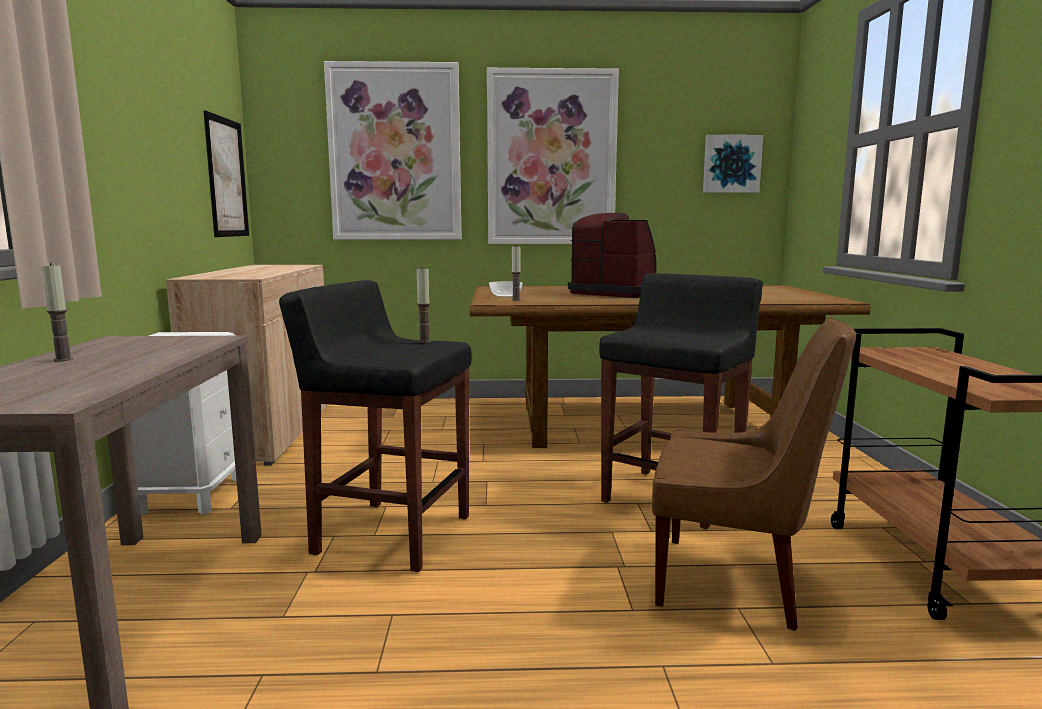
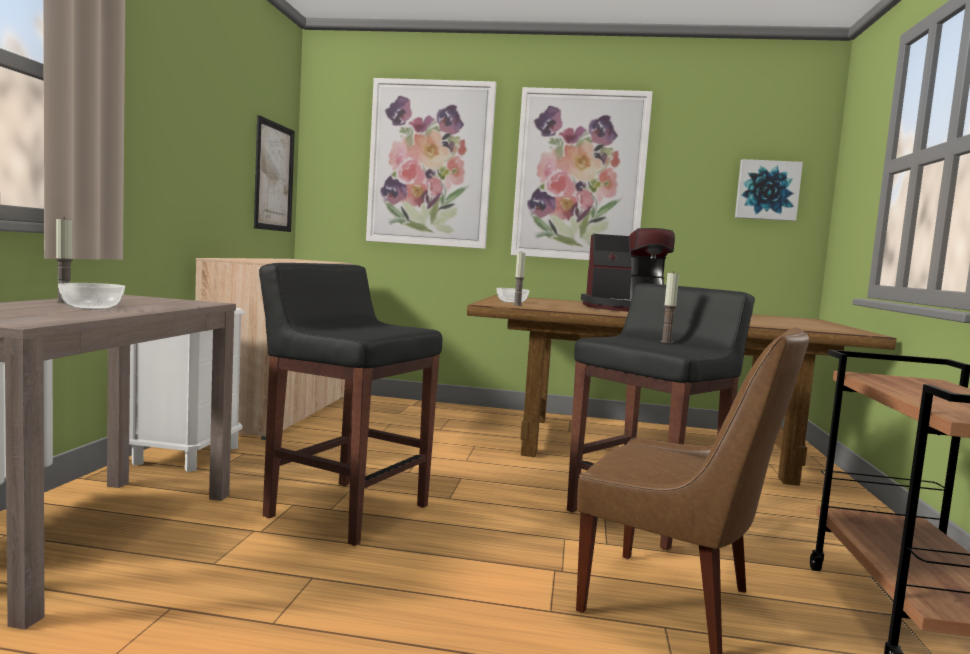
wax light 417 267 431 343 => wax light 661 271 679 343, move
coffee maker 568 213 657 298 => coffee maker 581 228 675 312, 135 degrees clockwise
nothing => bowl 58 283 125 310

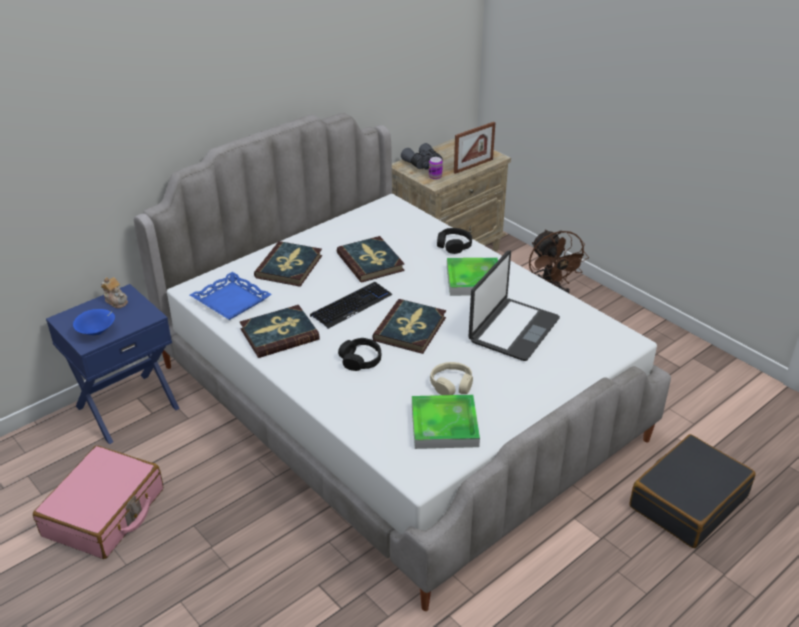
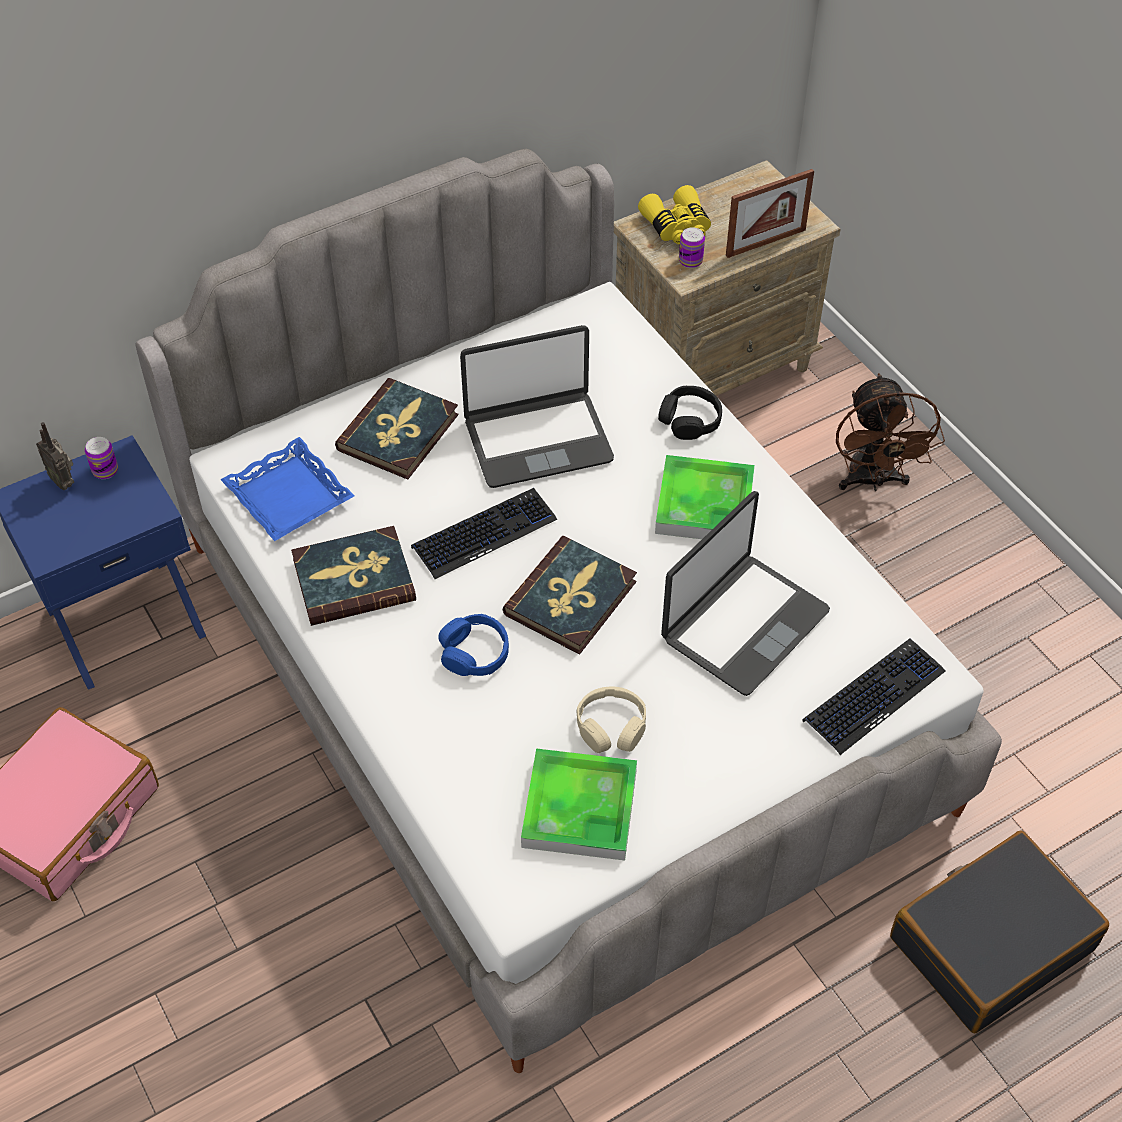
bowl (bluish) 73 309 115 336 => nothing
tea pot 101 277 128 308 => sealed can 85 437 118 479
bound book 337 236 405 282 => laptop 460 325 614 488
headset (blackish) 338 338 381 371 => headset (bluish) 438 614 509 676
binoculars (grey) 401 143 443 170 => binoculars (yellow) 638 185 711 245
nothing => radio 36 422 74 490
nothing => PC keyboard 802 639 945 755

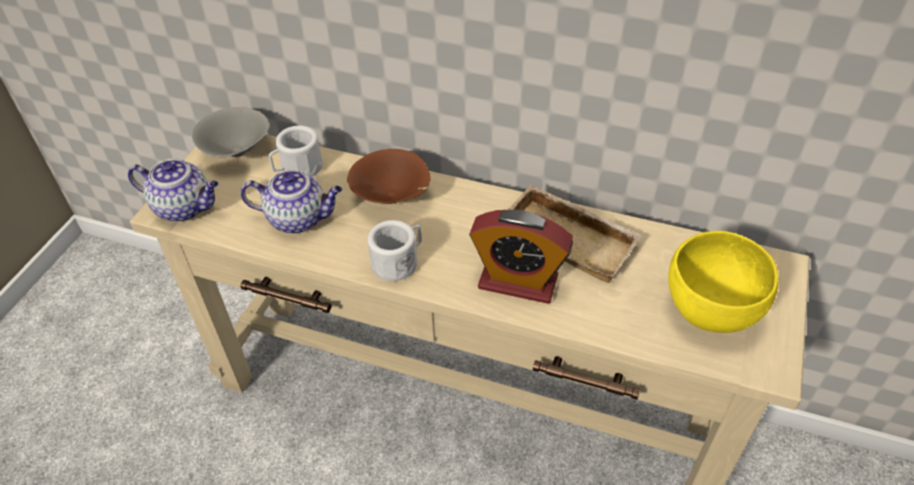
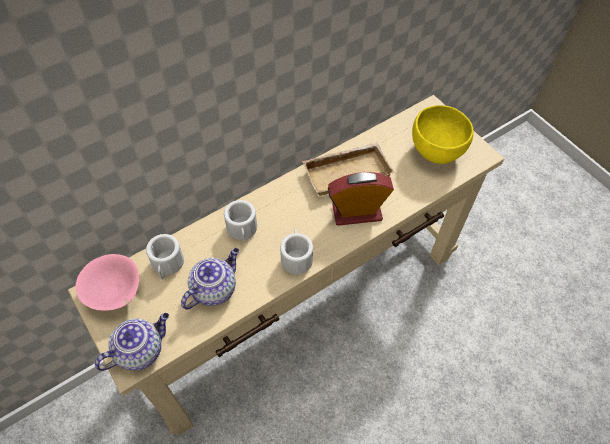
bowl (grey) 192 107 270 158 => bowl (pink-coloured) 75 254 139 311
bowl (brown) 347 149 431 204 => mug (white-coloured) 224 200 257 243
alarm clock 469 210 573 304 => alarm clock 328 172 394 226, 150 degrees counterclockwise

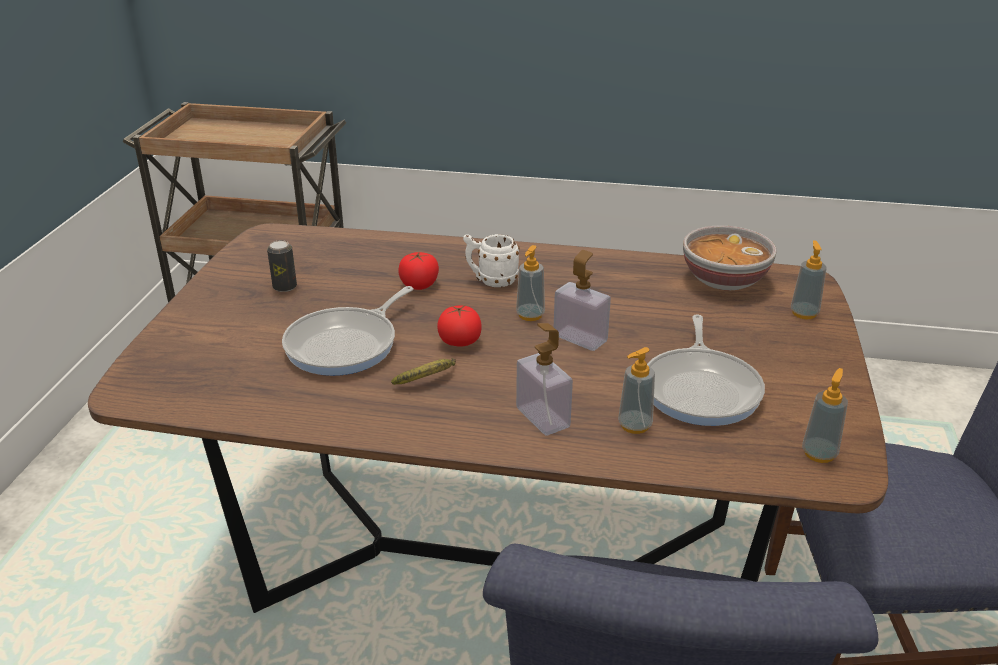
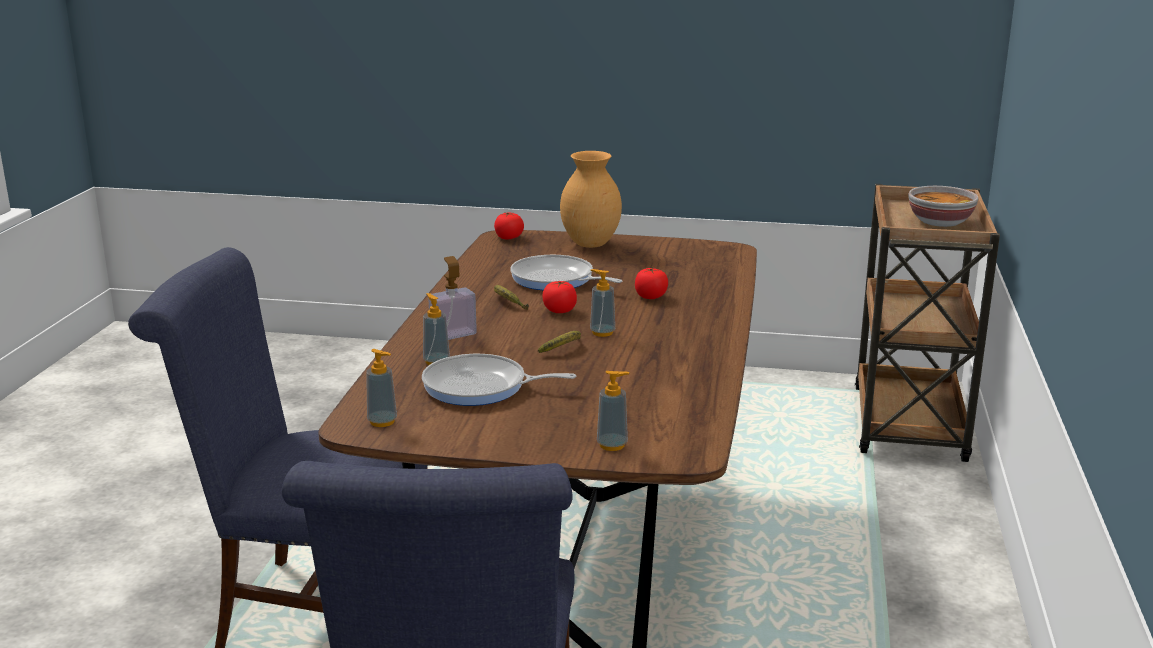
sealed can 267 240 297 292 => nothing
mug (white-coloured) 463 234 519 287 => nothing
soap dispenser 554 250 611 351 => banana fruit 538 331 581 353
bowl 683 225 777 290 => bowl 909 186 978 227, move
nothing => tomato 494 212 524 240
nothing => decorative vase (brown) 560 151 622 248

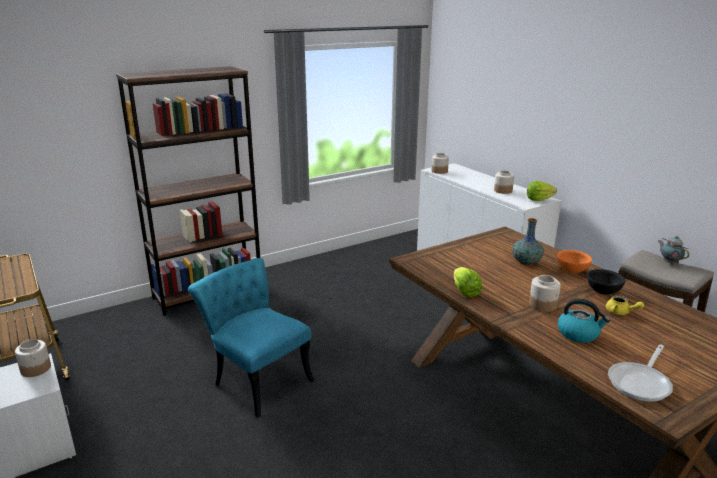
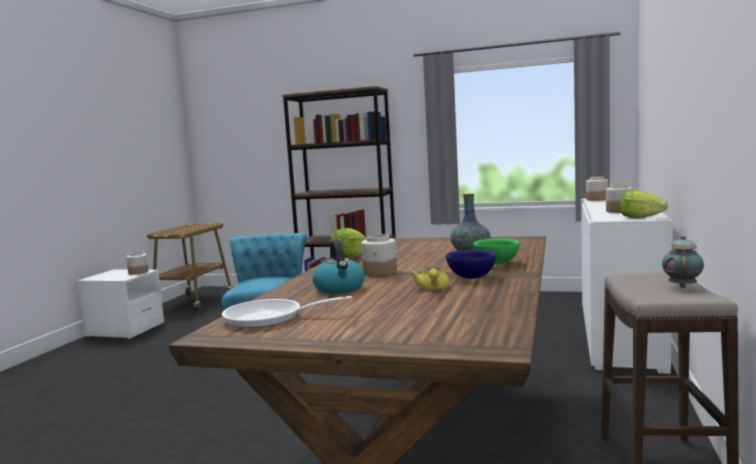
bowl (orange-coloured) 557 250 592 273 => bowl (green-coloured) 473 238 520 265
bowl (blackish) 587 269 625 295 => bowl (bluish) 446 250 497 279

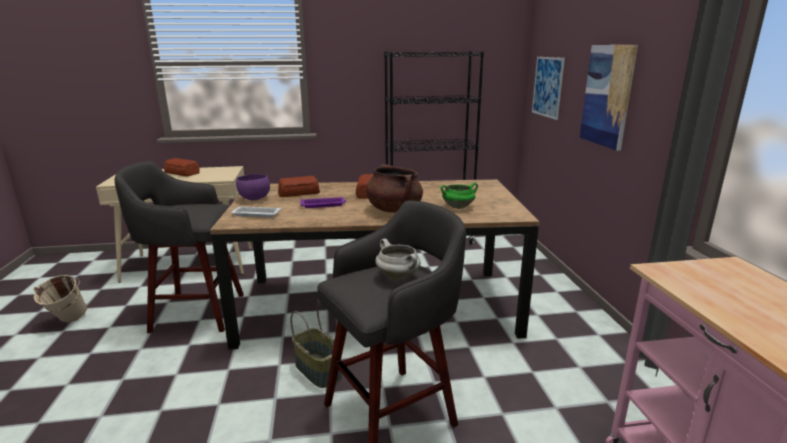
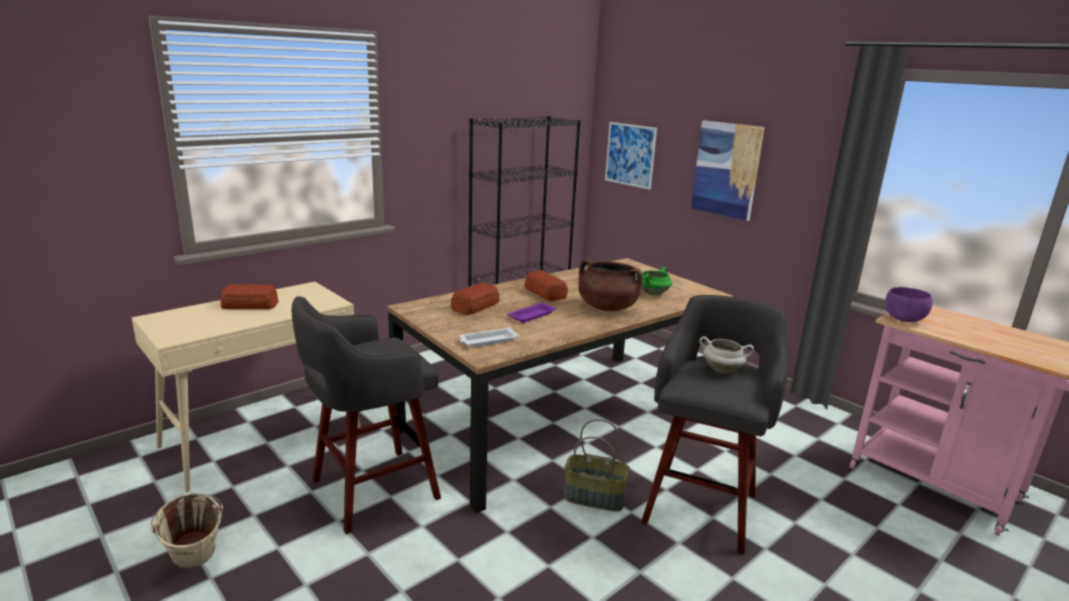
bowl (purple-coloured) 236 174 270 201 => bowl (purple-coloured) 885 287 932 322, move

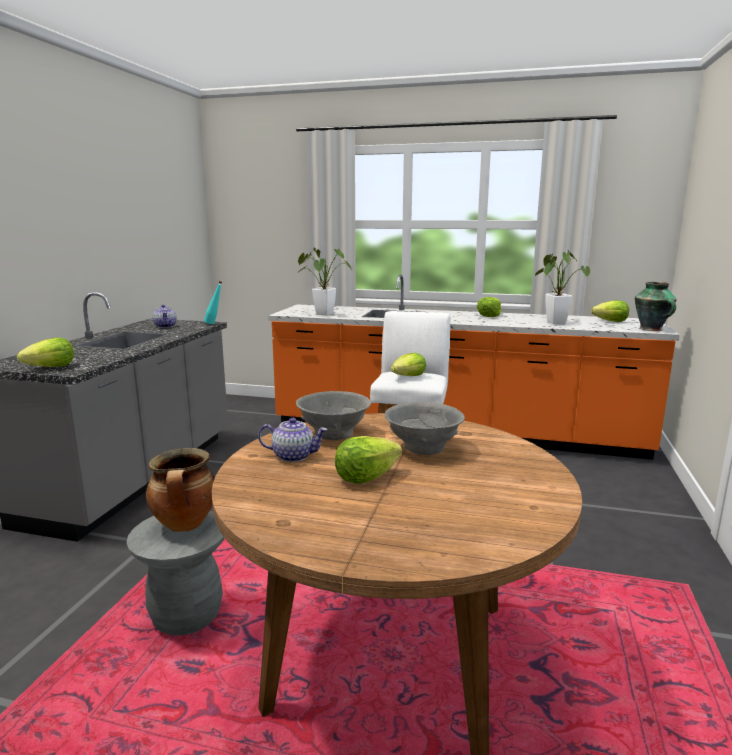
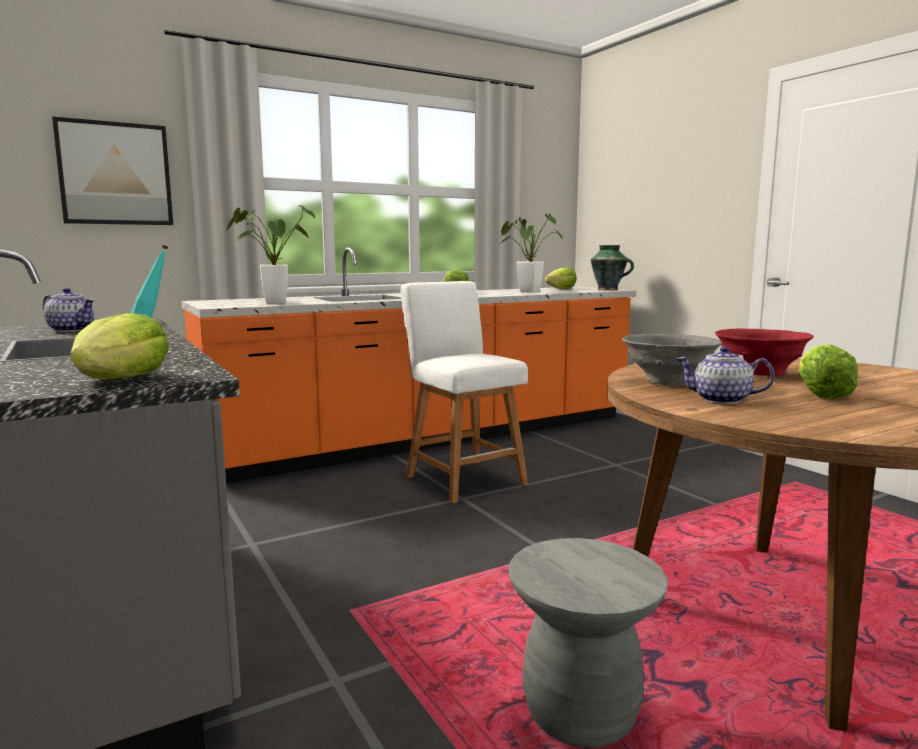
cooking pot 146 448 215 532 => nothing
tea pot 258 418 328 462 => tea pot 676 346 775 404, 120 degrees counterclockwise
bowl (grey) 385 402 465 455 => bowl (red) 715 329 814 376
head of lettuce 391 353 426 376 => nothing
nothing => picture 52 117 173 225

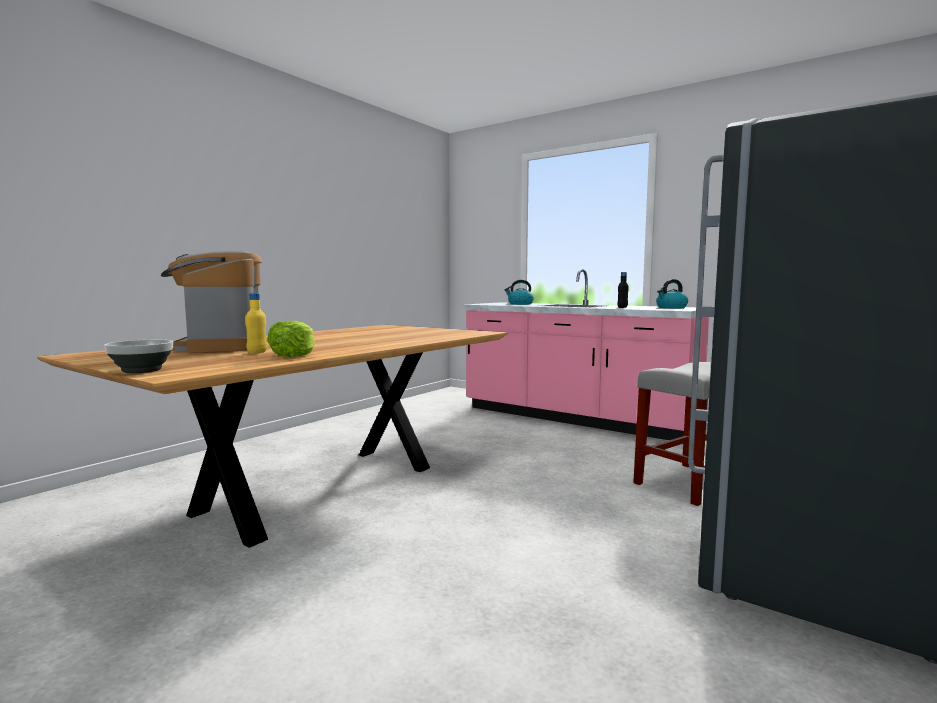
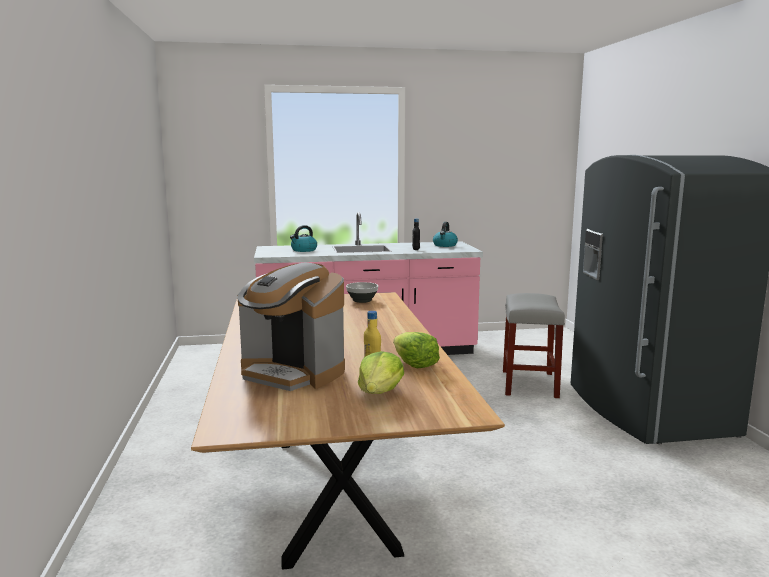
bowl 105 340 173 373 => bowl 346 282 378 303, move
nothing => head of lettuce 358 351 404 394

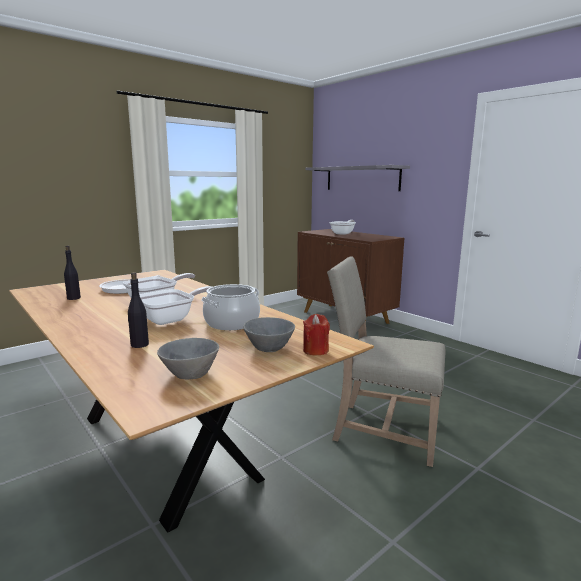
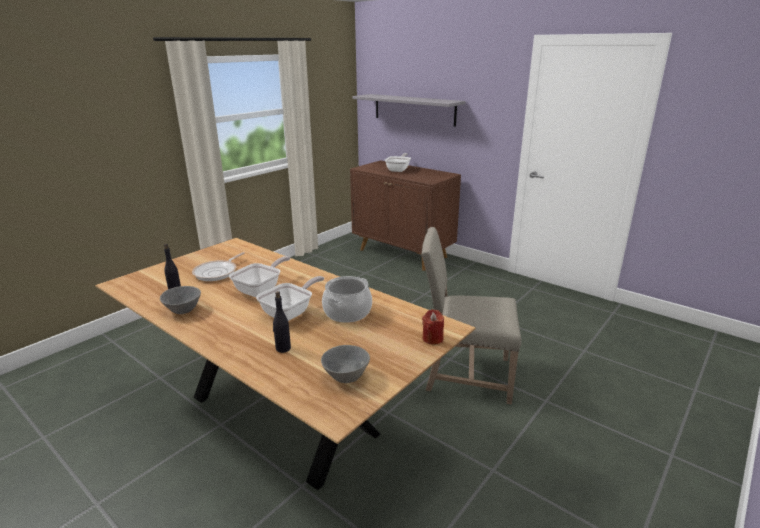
bowl (grey) 243 317 295 352 => bowl (grey) 160 286 201 314, move

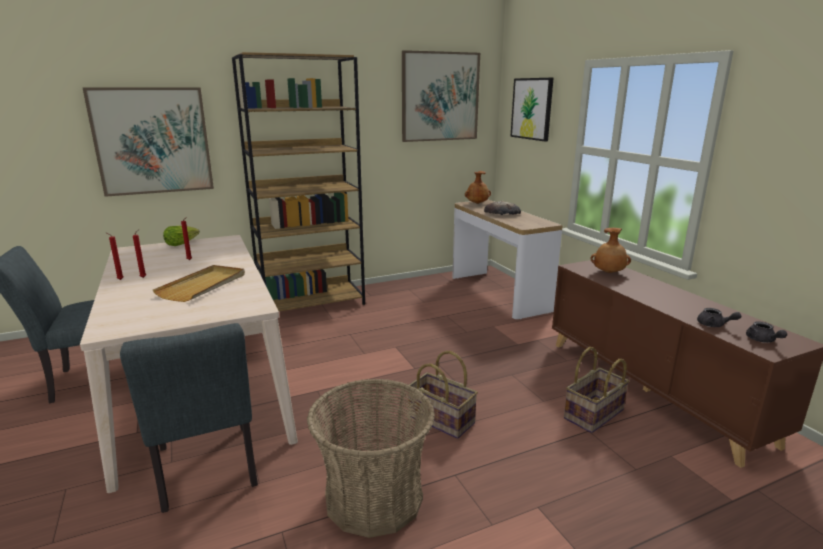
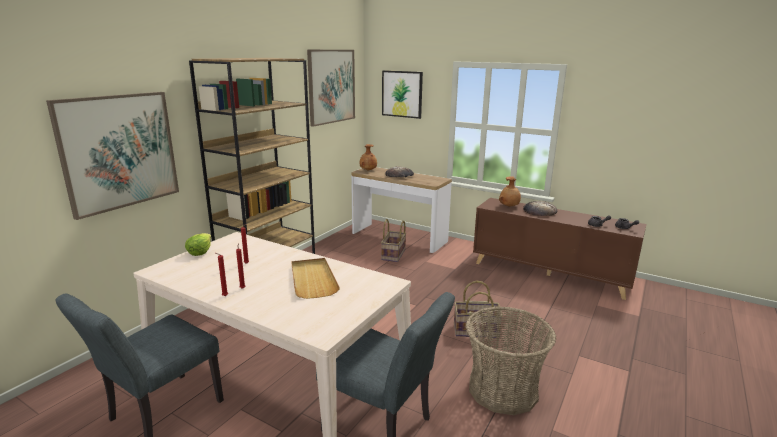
storage basket 564 347 629 433 => storage basket 381 219 406 262, move
nothing => bread 523 201 557 216

